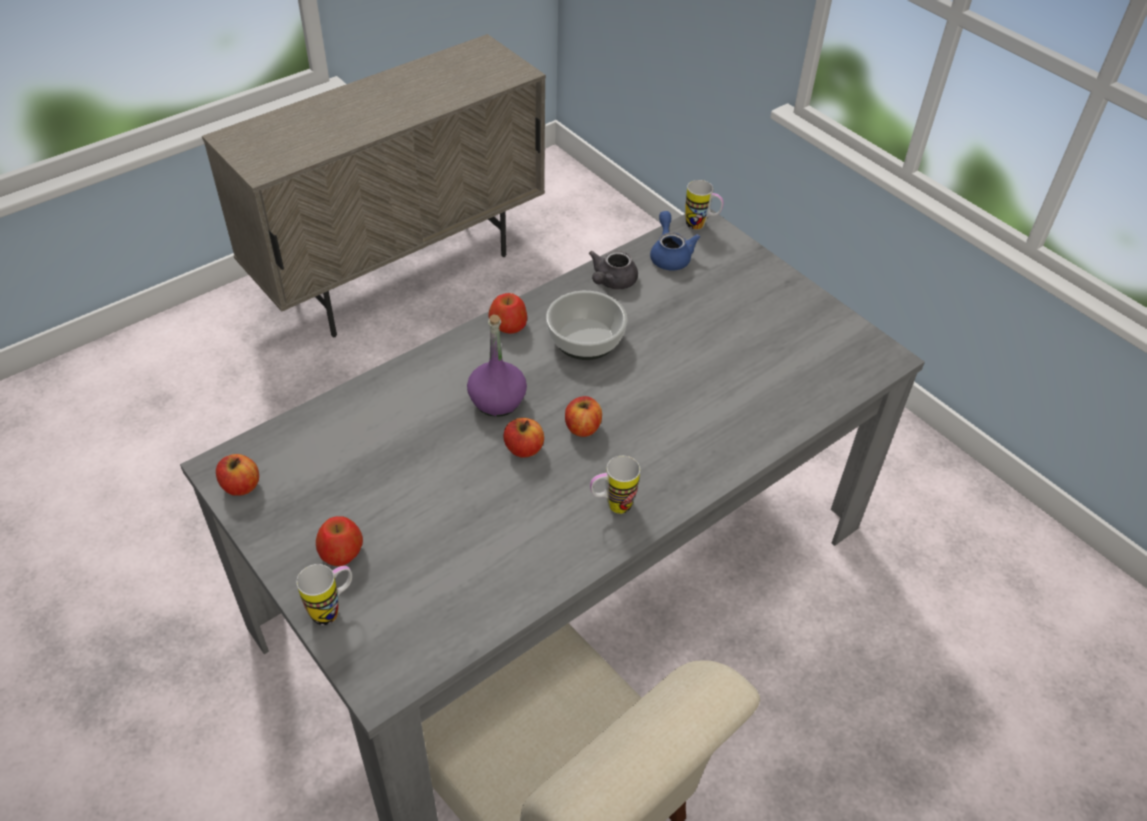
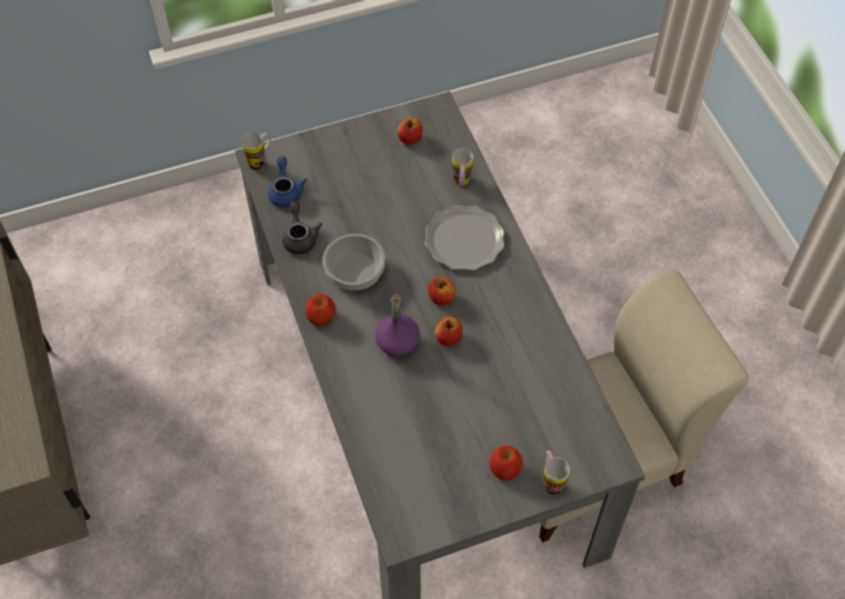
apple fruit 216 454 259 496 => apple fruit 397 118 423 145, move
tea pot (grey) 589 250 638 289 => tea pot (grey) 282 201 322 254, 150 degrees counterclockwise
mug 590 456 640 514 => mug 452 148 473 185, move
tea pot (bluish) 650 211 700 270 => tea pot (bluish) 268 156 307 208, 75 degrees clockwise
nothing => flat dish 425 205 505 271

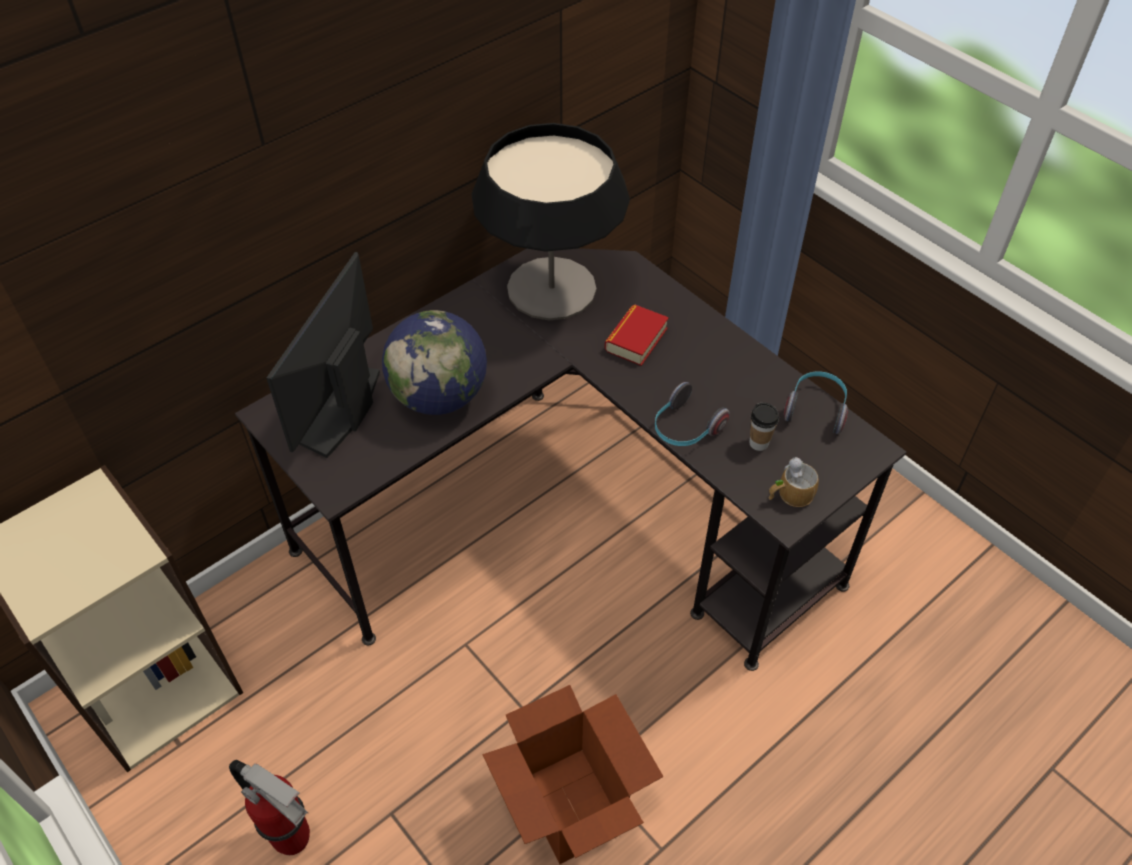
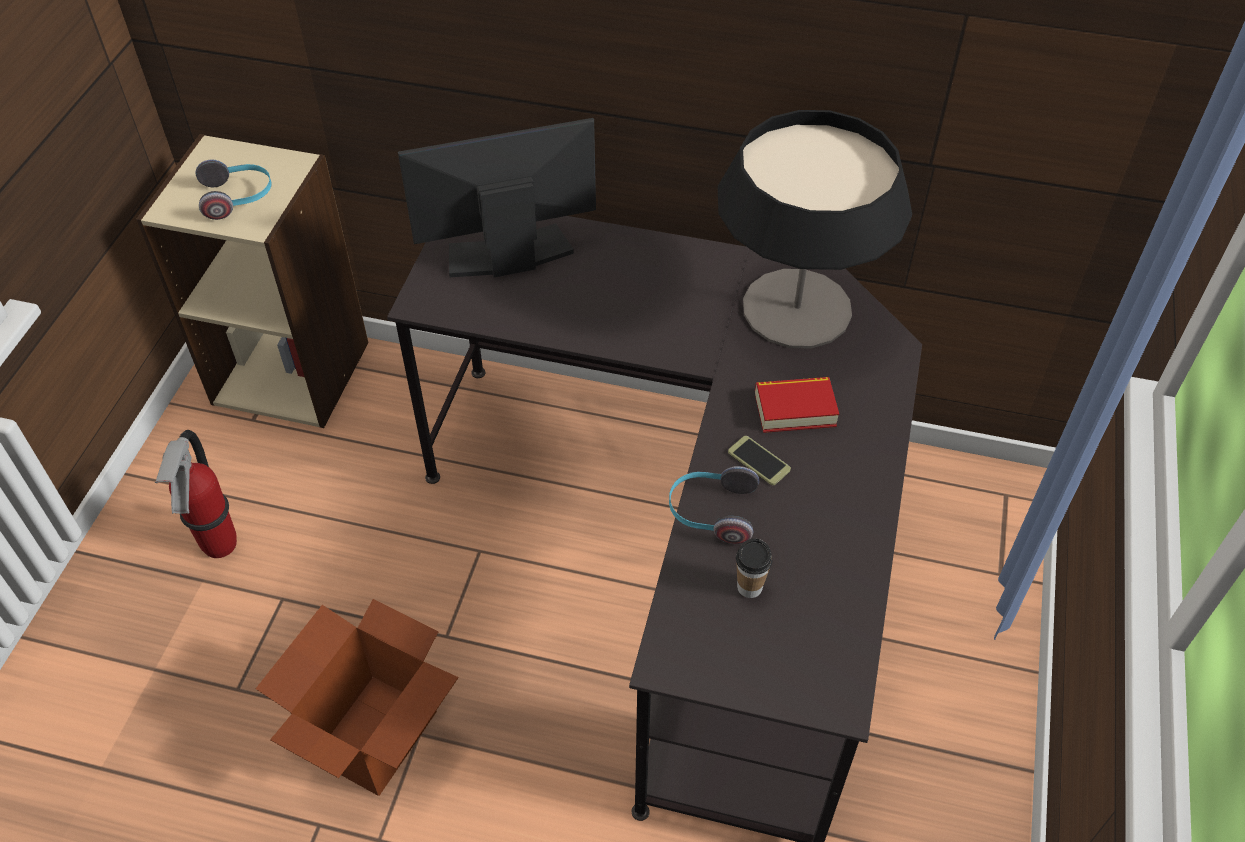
globe 382 310 487 415 => nothing
mug 768 457 819 507 => nothing
headset 784 371 848 434 => headset 196 160 272 220, move
nothing => handset 728 436 791 485

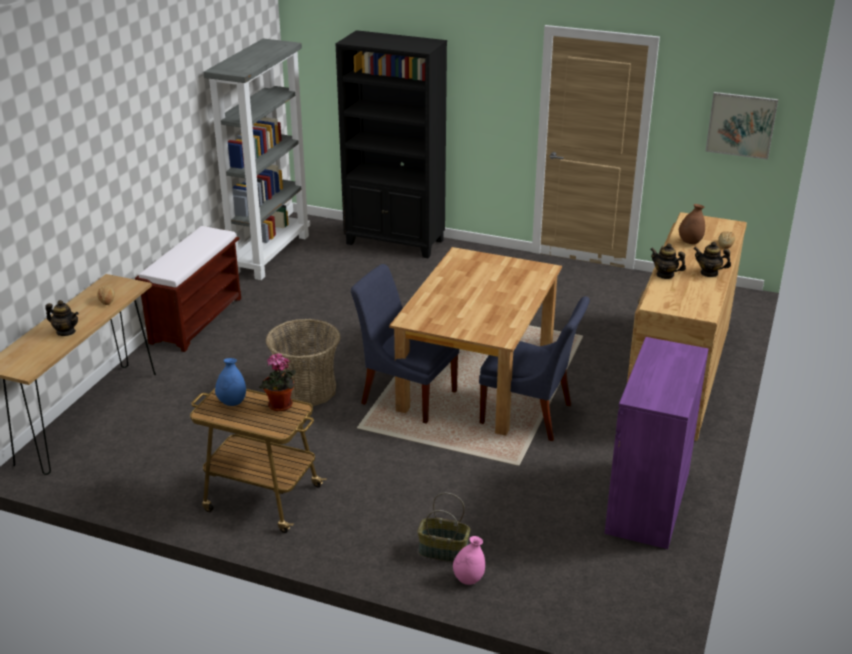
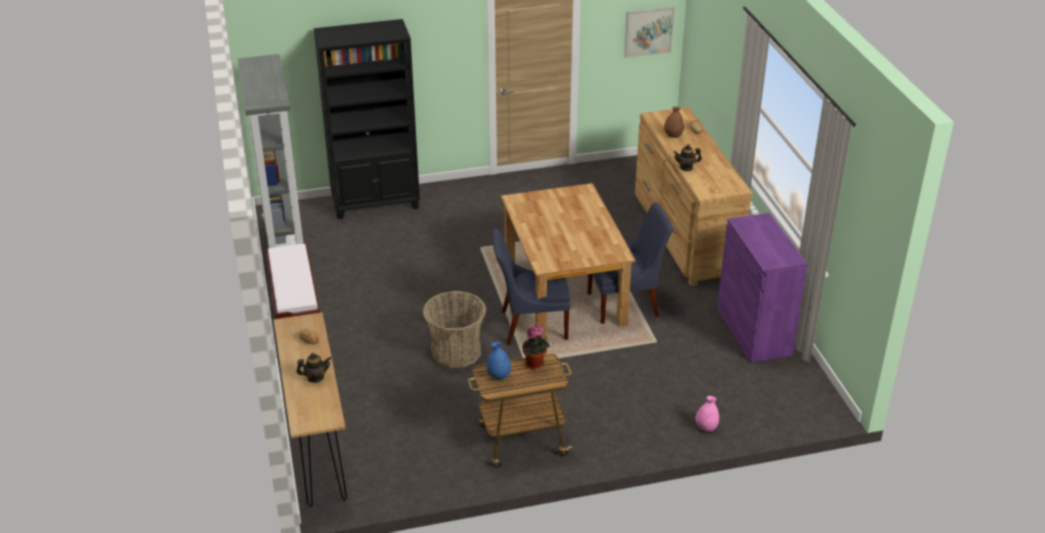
storage basket 417 493 470 562 => nothing
tea pot 694 242 731 277 => nothing

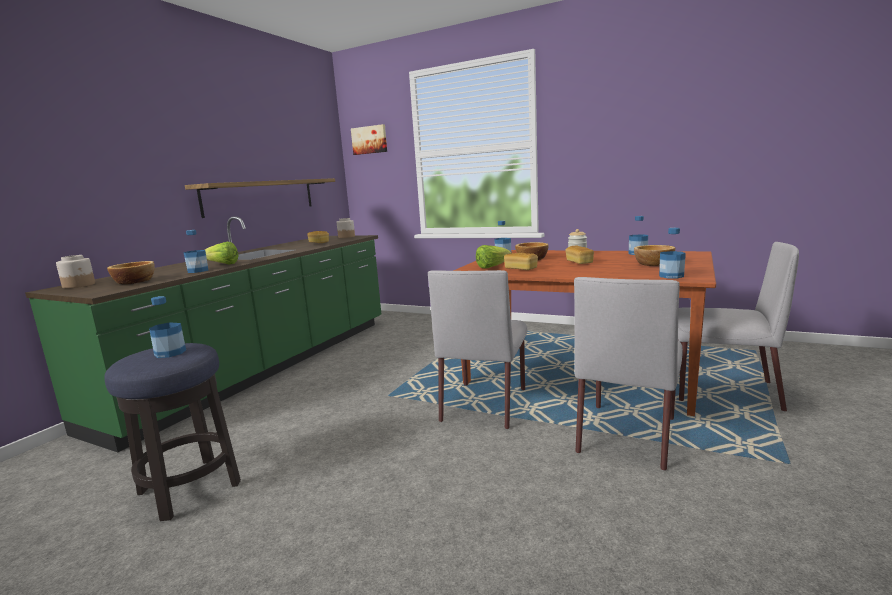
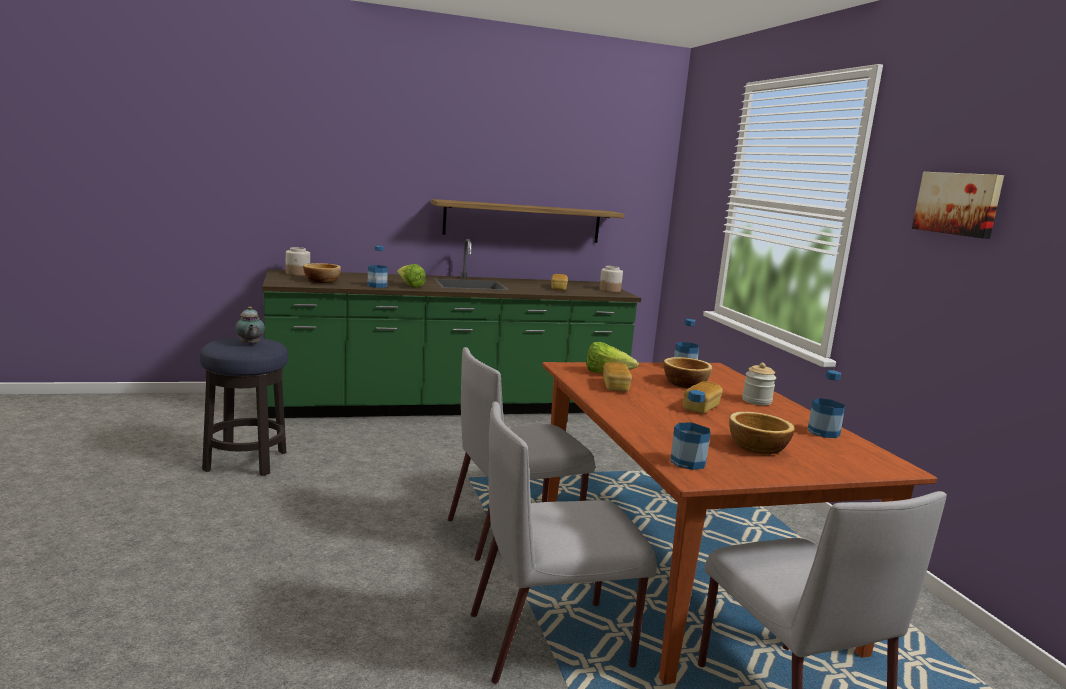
beverage bottle 149 296 186 358 => tea pot 235 307 265 345
picture 351 124 387 155 => picture 912 172 1004 239, move

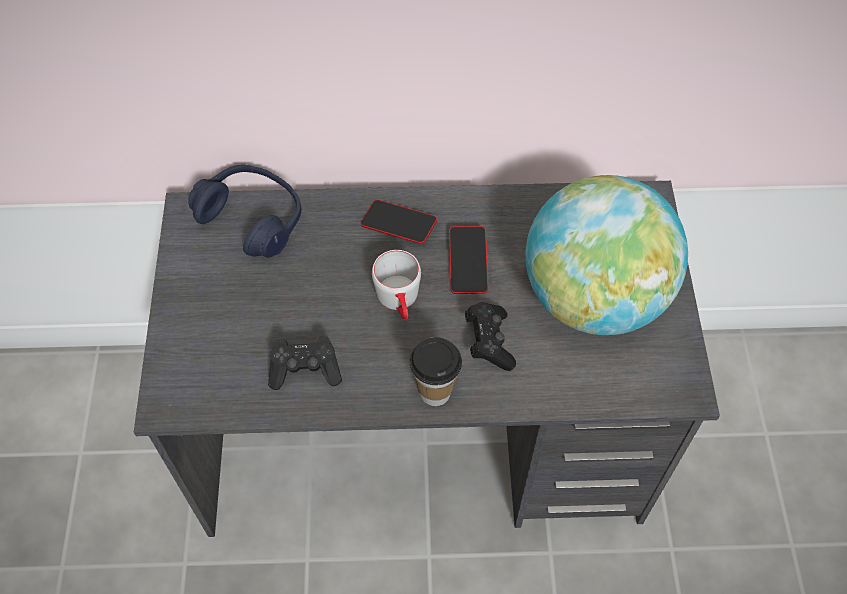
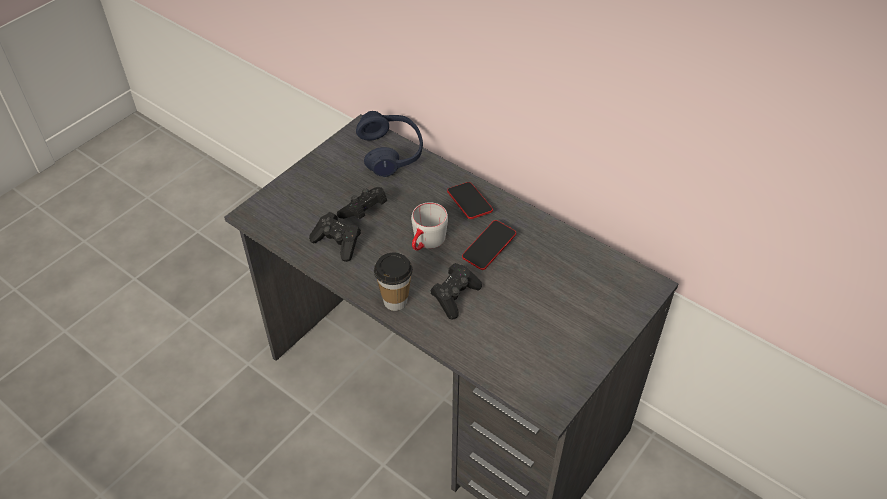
globe 525 175 688 335 => nothing
nothing => game controller (blackish) 337 187 387 219

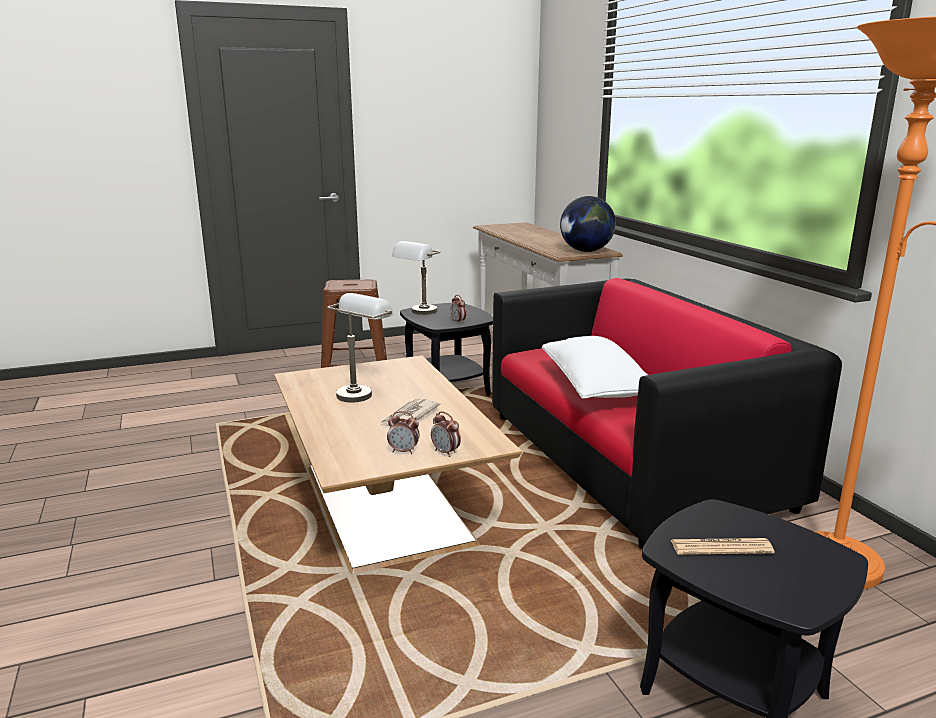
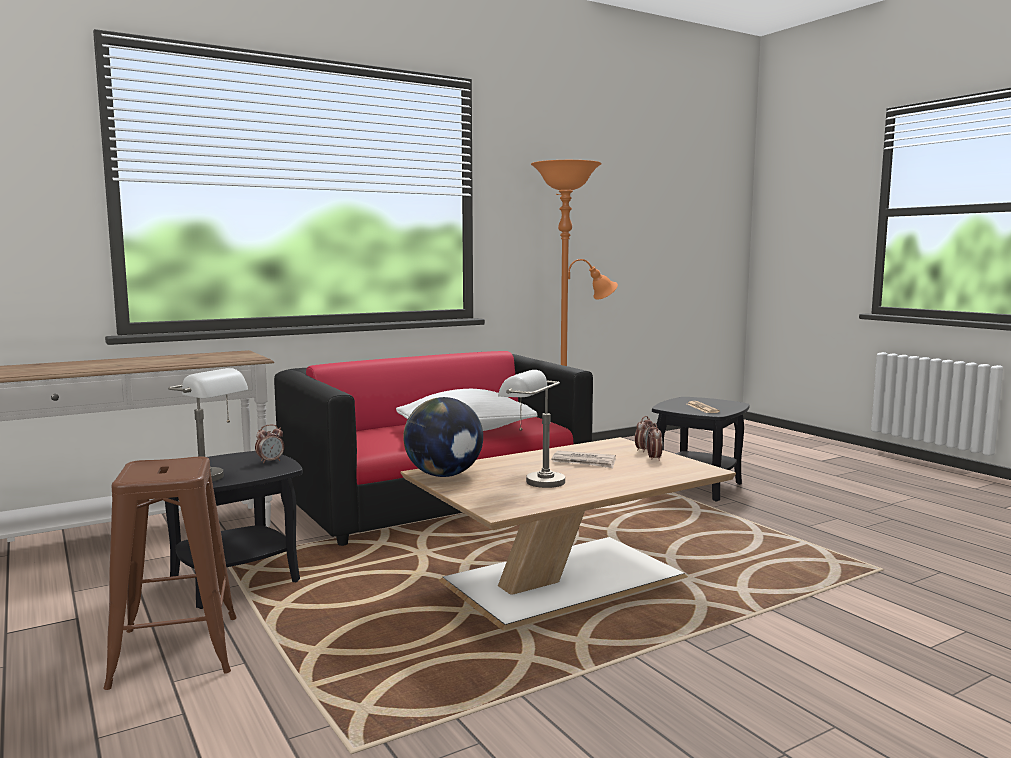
globe 560 196 616 252 => globe 403 397 483 477, move

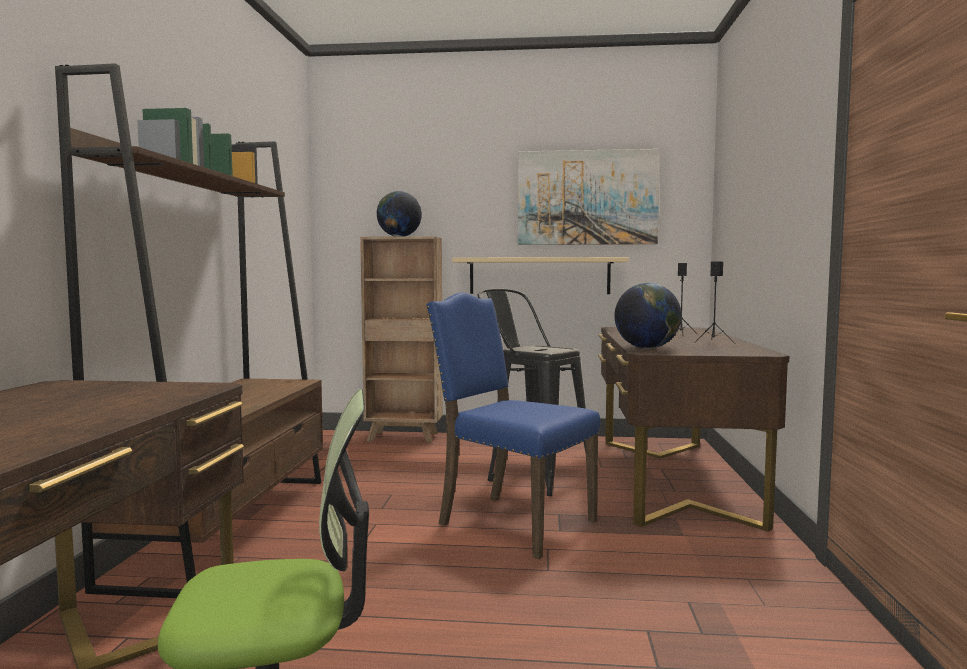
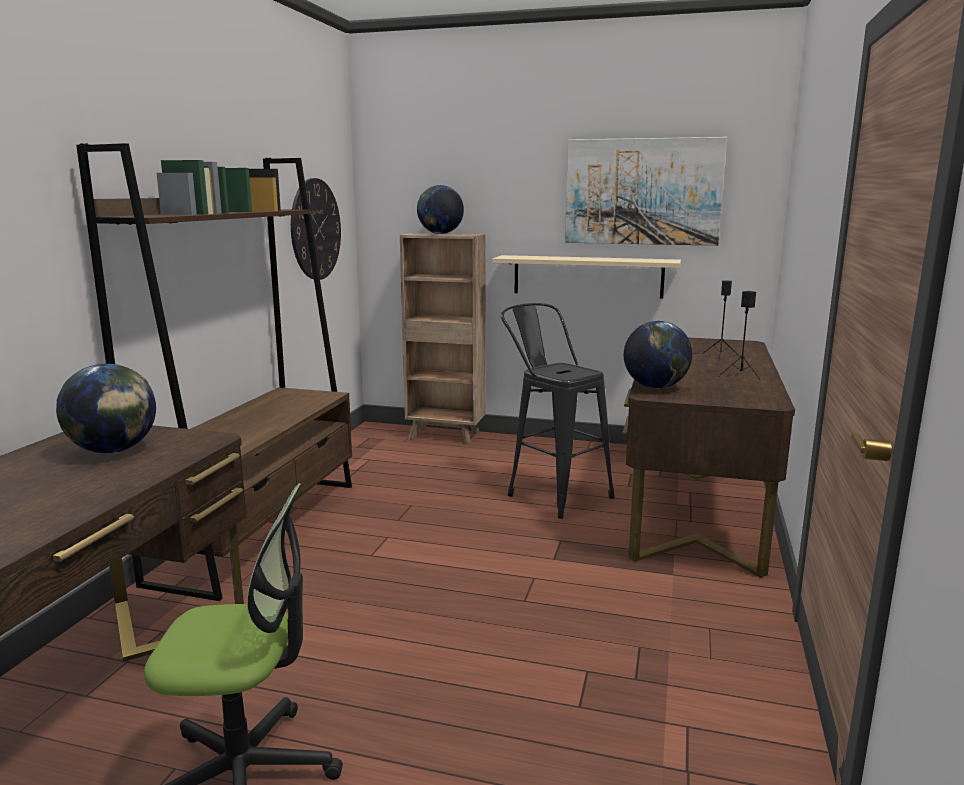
plain chair (bluish) 427 292 601 559 => nothing
nothing => globe 56 364 156 453
nothing => clock on the wall 291 178 341 280

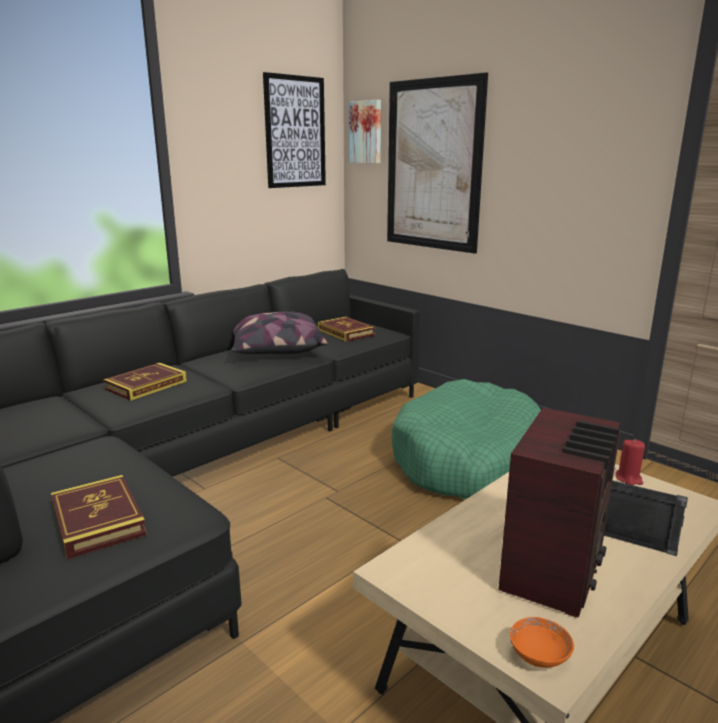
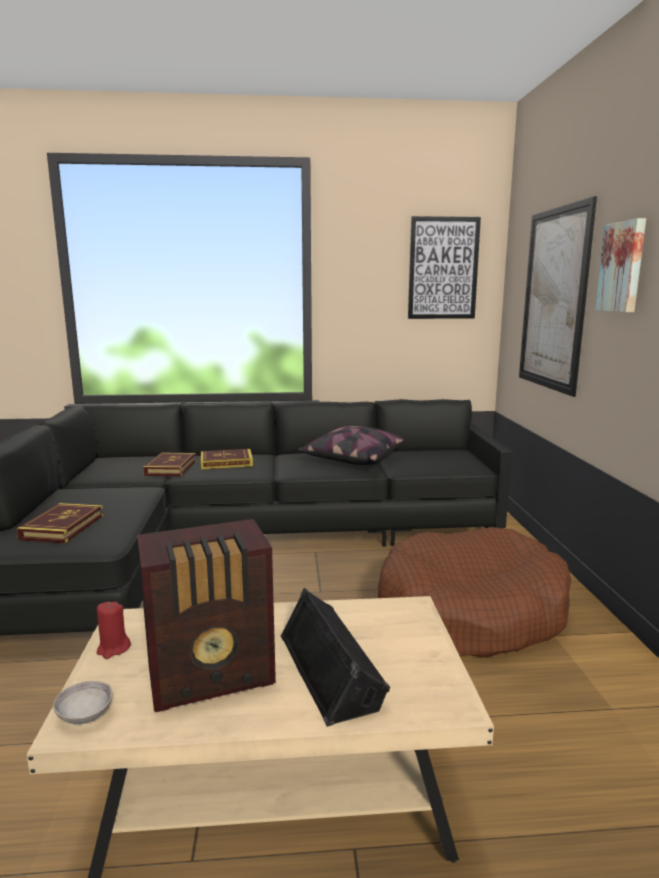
bound book 318 317 375 342 => bound book 143 452 196 476, move
picture 349 100 381 163 => picture 595 218 646 312, move
dog bed (green-coloured) 392 379 541 499 => dog bed (brown) 378 527 571 658
bowl (orange-coloured) 510 617 574 668 => bowl (grey) 53 681 112 724
wax light (red) 616 439 645 485 => wax light (red) 97 602 131 659, move

